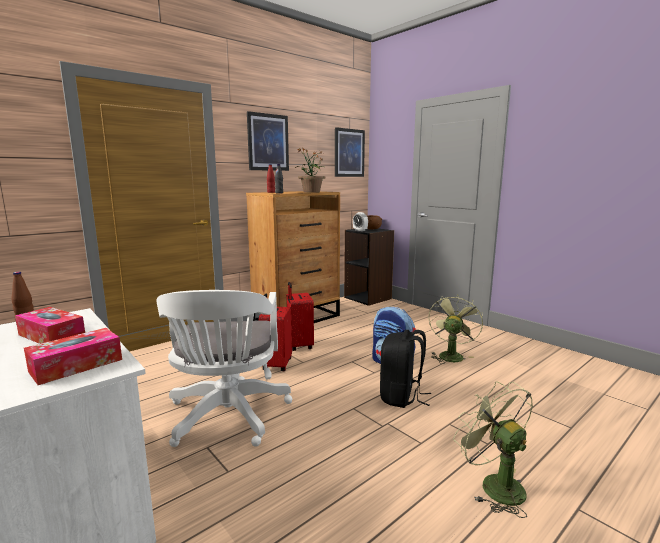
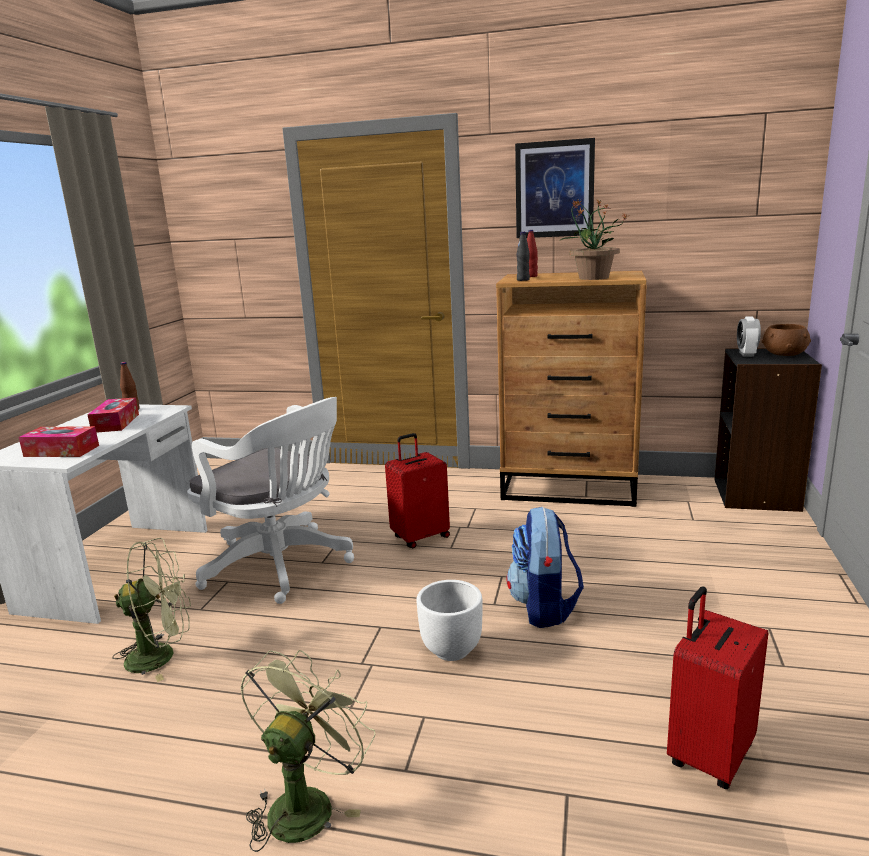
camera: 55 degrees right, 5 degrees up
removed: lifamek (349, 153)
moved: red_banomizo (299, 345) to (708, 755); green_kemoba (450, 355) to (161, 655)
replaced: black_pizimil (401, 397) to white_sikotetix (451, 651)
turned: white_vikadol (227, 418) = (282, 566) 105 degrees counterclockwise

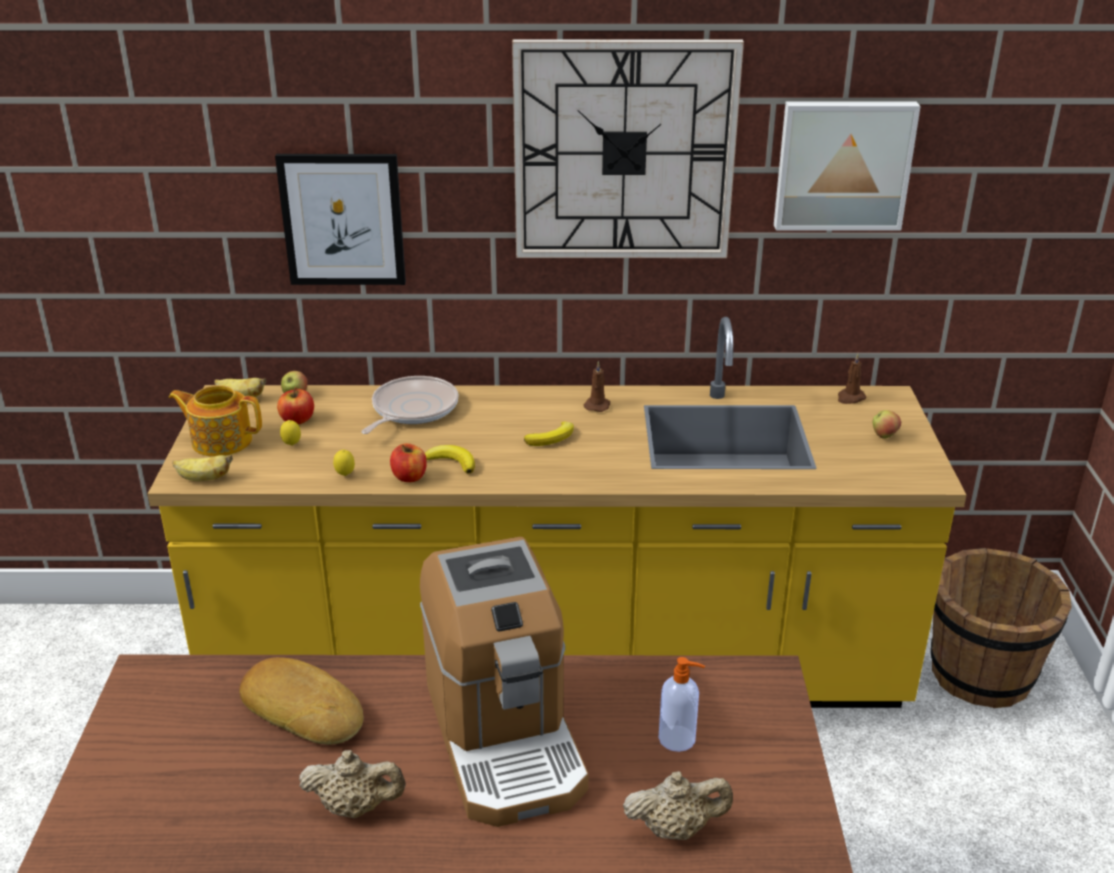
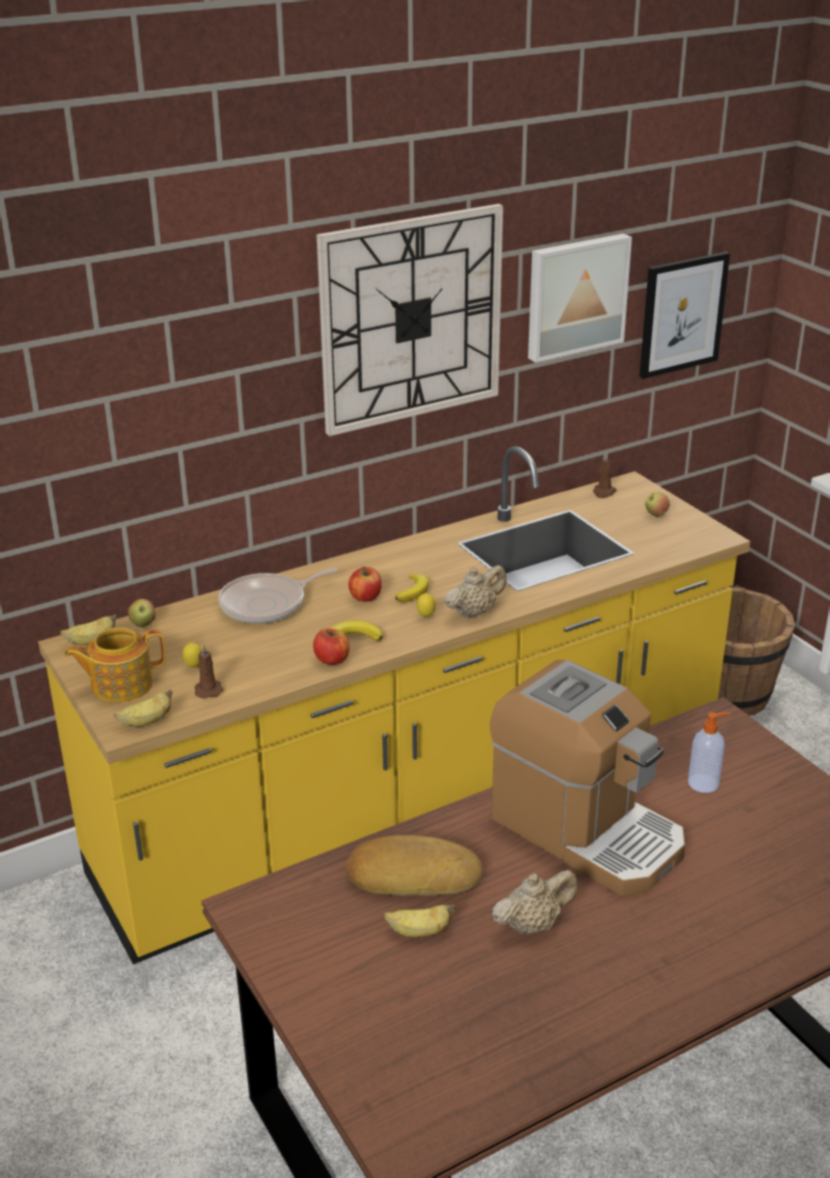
camera: 30 degrees left, 0 degrees up
added: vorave (419, 932)
moved: lifamek (342, 219) to (682, 314); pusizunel (297, 420) to (365, 597); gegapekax (345, 475) to (426, 616); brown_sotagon (597, 405) to (208, 689); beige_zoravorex (675, 828) to (474, 612)
turned: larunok (412, 410) = (267, 604) 120 degrees counterclockwise

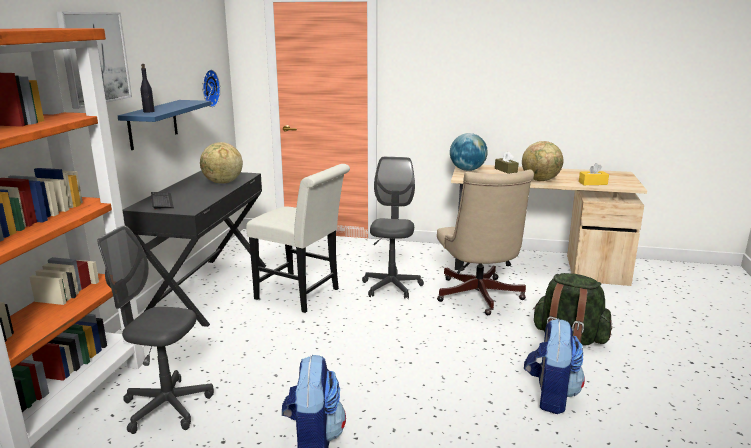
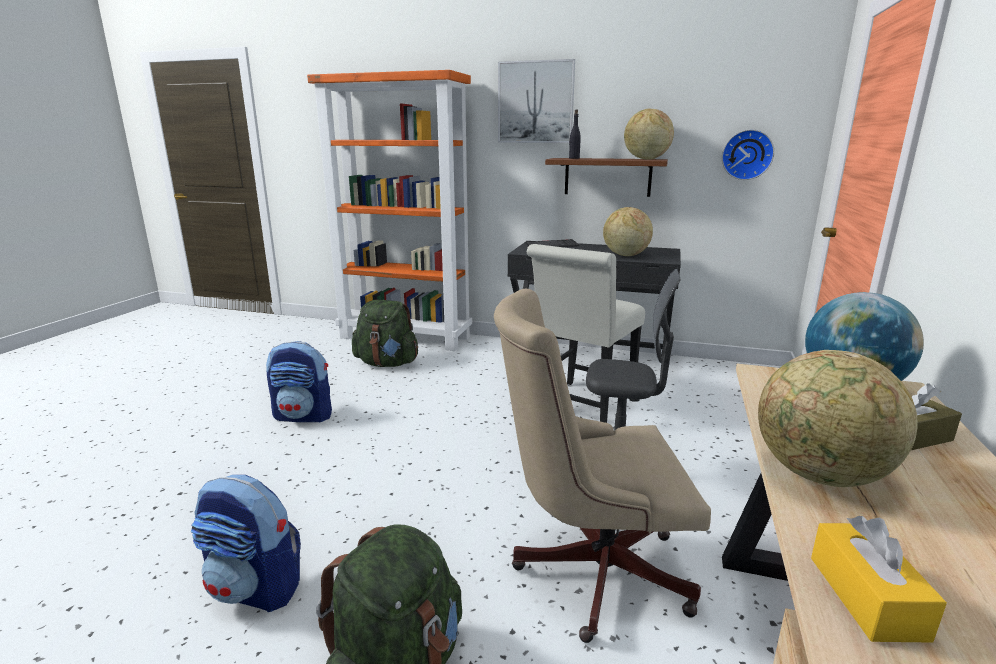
camera: 95 degrees right, 0 degrees up
added: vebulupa (646, 159)
replaced: grey_vikadol (167, 407) to green_pizimil (387, 363)
recoloured: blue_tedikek (153, 124) to brown_tedikek (607, 177)

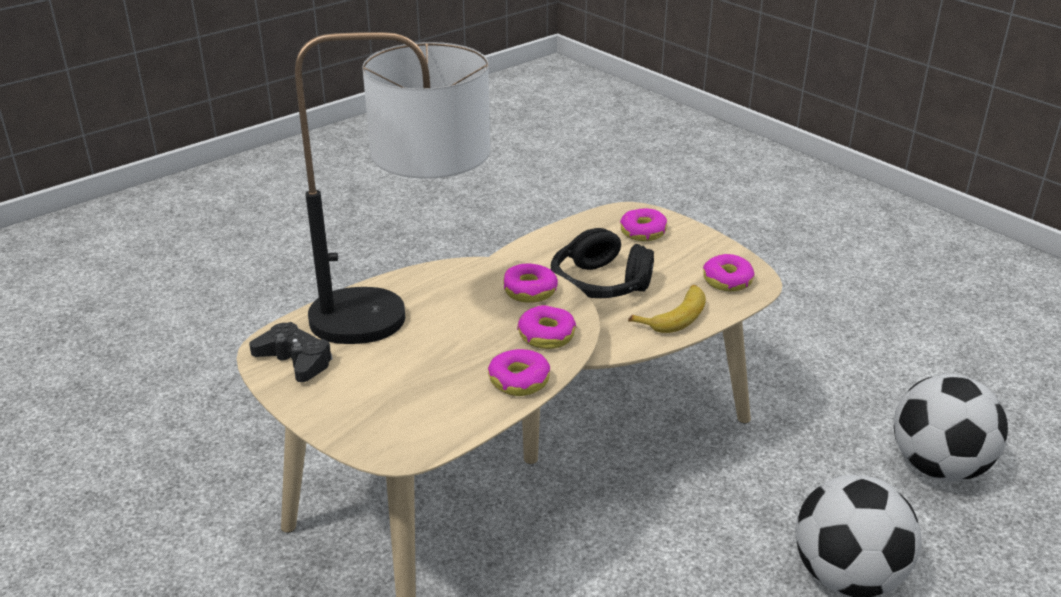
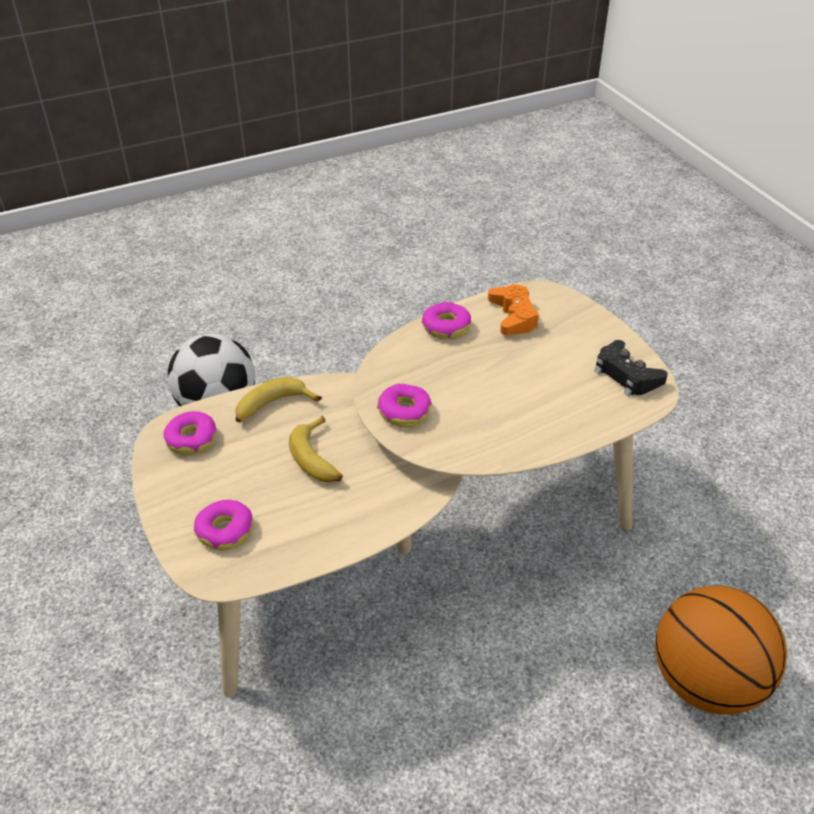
camera: 165 degrees left, 10 degrees up
removed: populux (405, 317); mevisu (546, 335); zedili (938, 467)
added: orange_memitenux (513, 316); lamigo (706, 682)
replaced: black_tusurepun (599, 285) to vorave (320, 458)

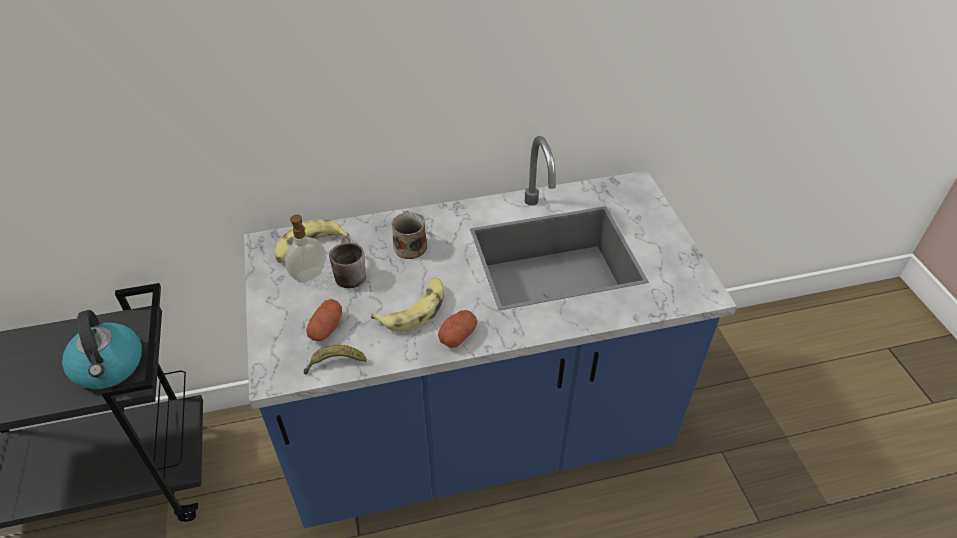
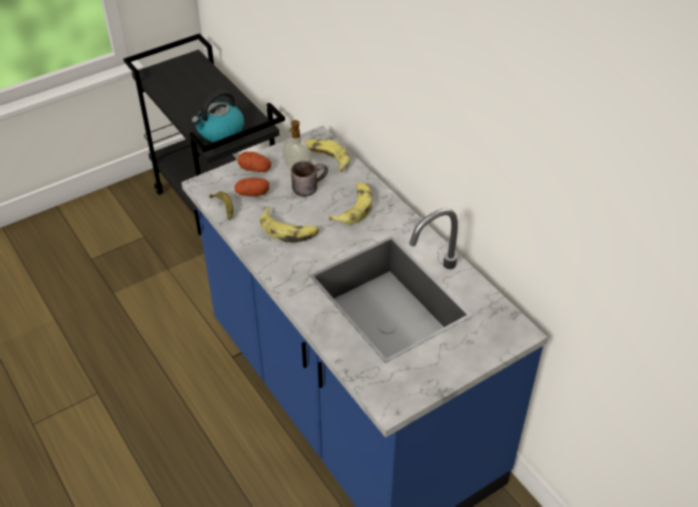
camera: 70 degrees right, 0 degrees up
moved: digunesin (458, 335) to (255, 169)
replaced: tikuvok (409, 245) to vorave (353, 208)

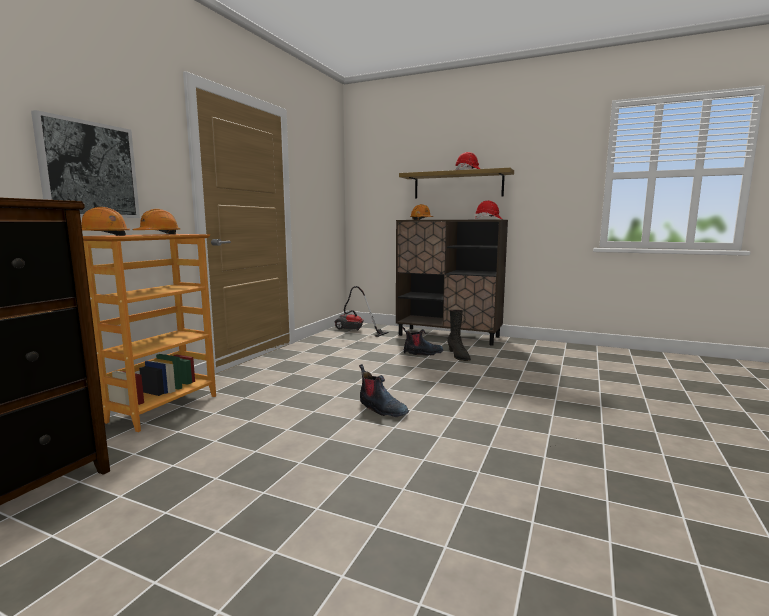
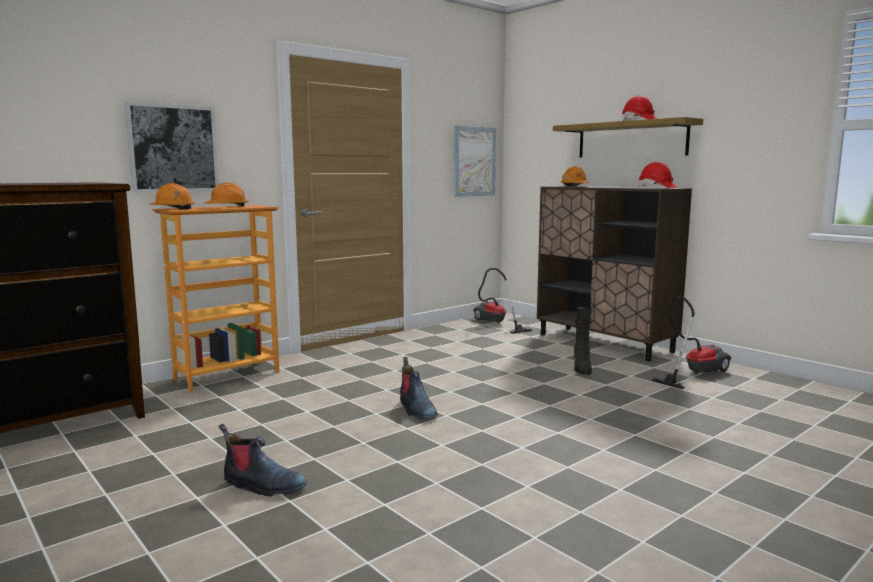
camera: 25 degrees right, 0 degrees up
added: lifamek (474, 161); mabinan (694, 373)
moved: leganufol (422, 353) to (262, 486)

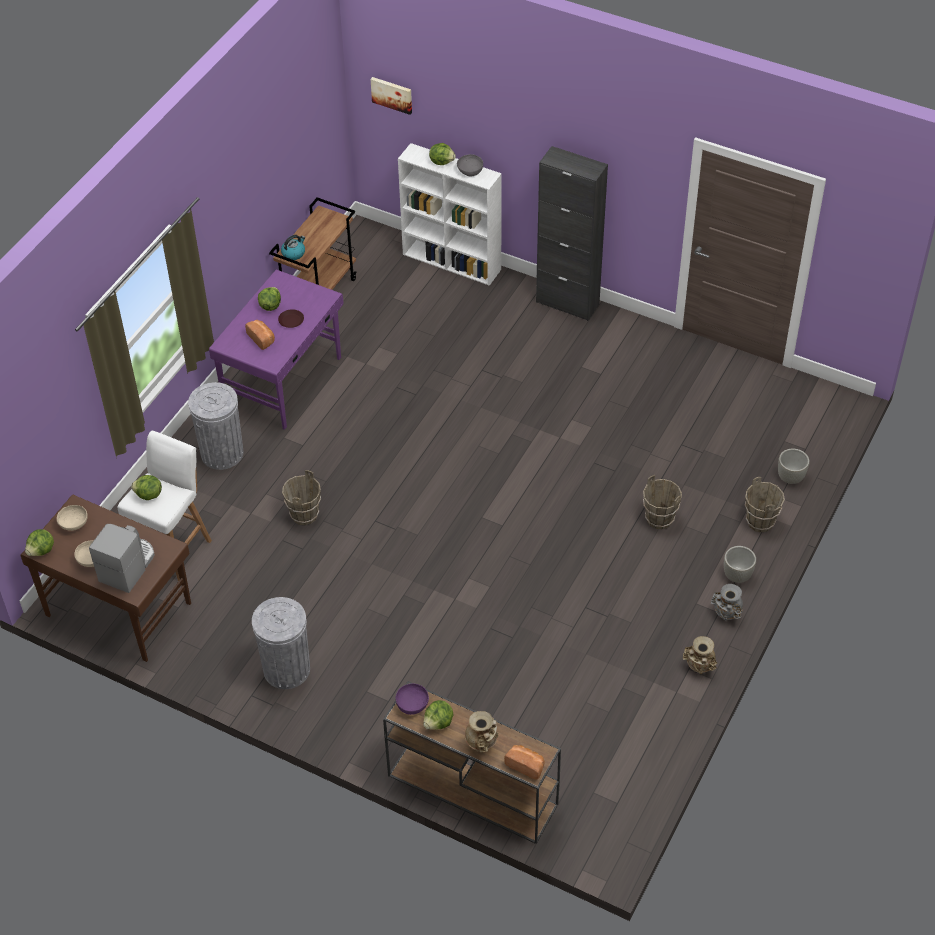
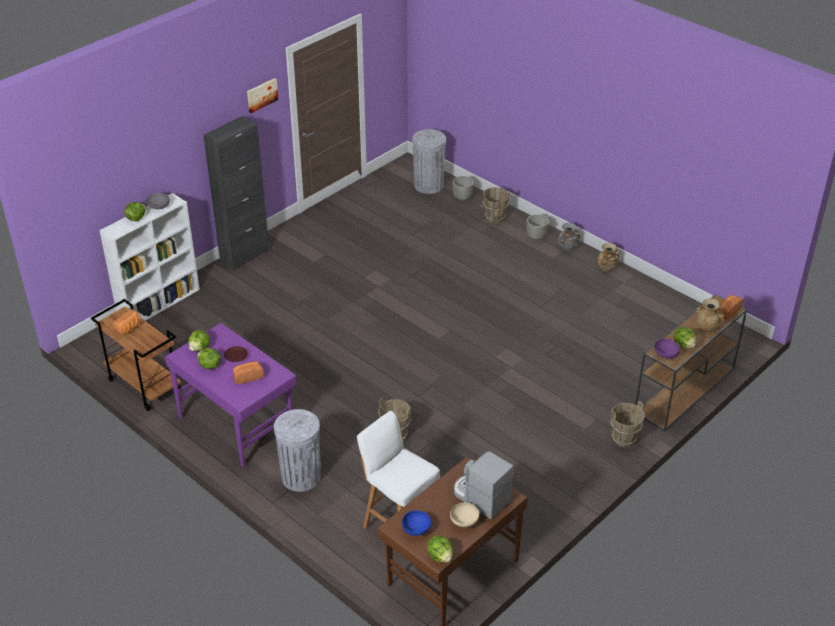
camera: 75 degrees left, 10 degrees down
removed: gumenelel (293, 253)
added: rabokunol (129, 328)
moved: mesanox (148, 495) to (200, 348); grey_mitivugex (286, 669) to (429, 185); lifamek (392, 94) to (261, 95); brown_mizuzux (659, 519) to (624, 439)
recoloured: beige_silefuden (74, 524) to blue_silefuden (416, 529)

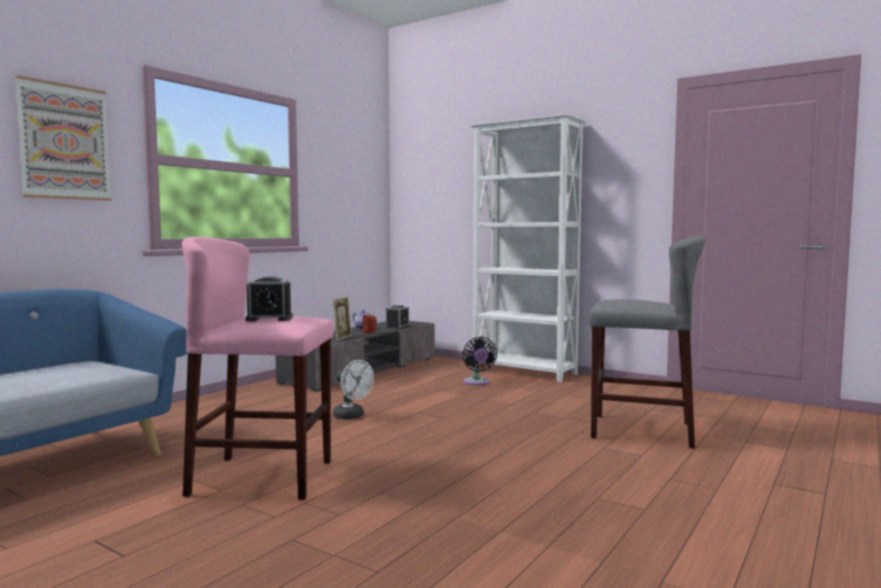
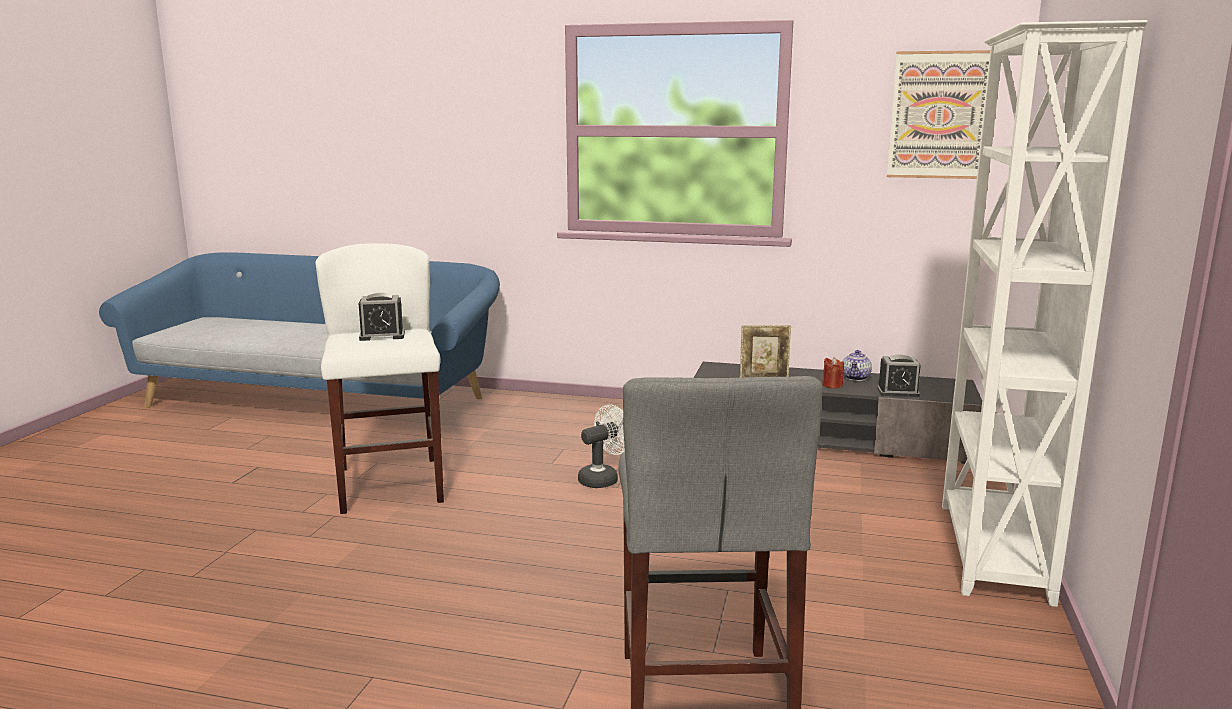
camera: 70 degrees right, 10 degrees up
removed: black_kemoba (477, 383)
moved: lifamek (64, 142) to (938, 115)
recoloured: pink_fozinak (262, 478) to white_fozinak (390, 485)
turned: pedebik (269, 318) = (382, 336) 75 degrees counterclockwise; white_kemoba (352, 416) = (603, 479) 150 degrees counterclockwise

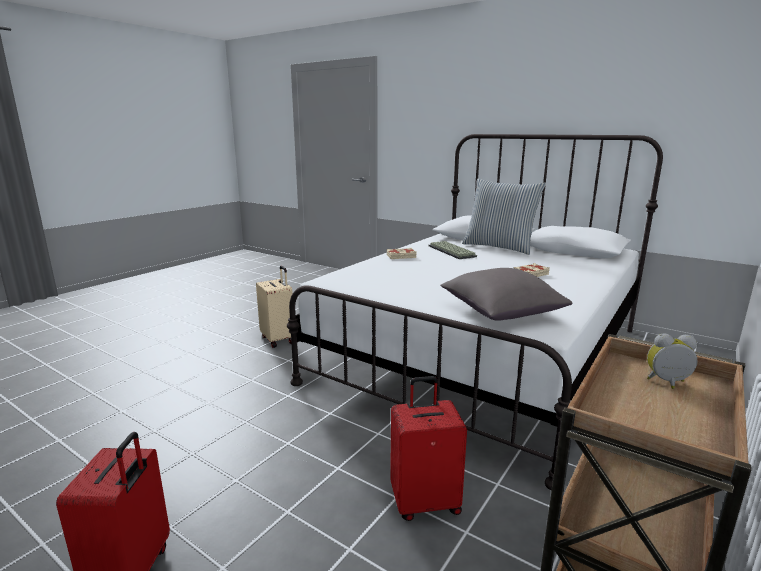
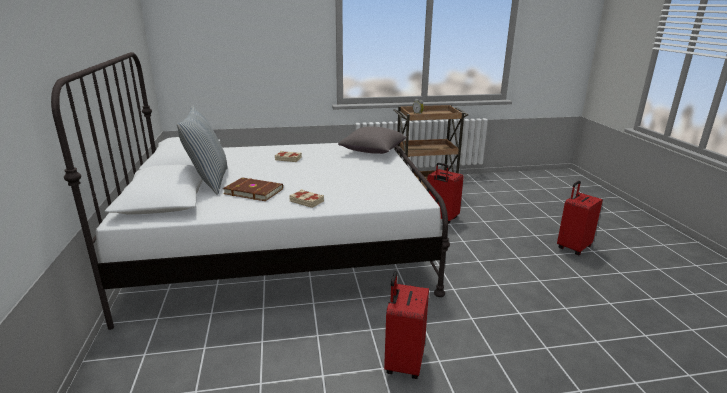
camera: 135 degrees left, 5 degrees up
replaced: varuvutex (452, 251) to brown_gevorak (254, 191)
recoloured: beige_banomizo (278, 339) to red_banomizo (403, 362)

